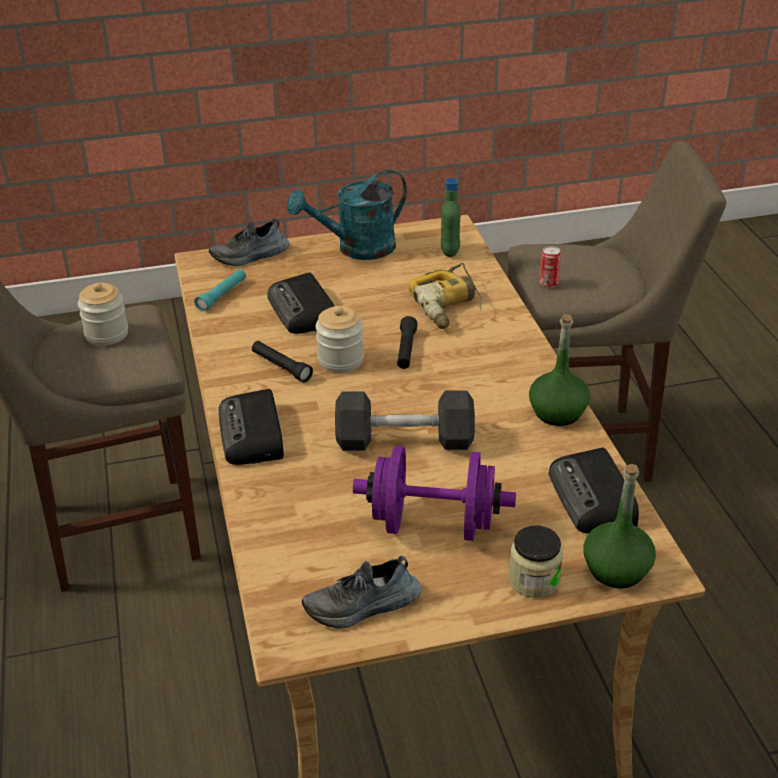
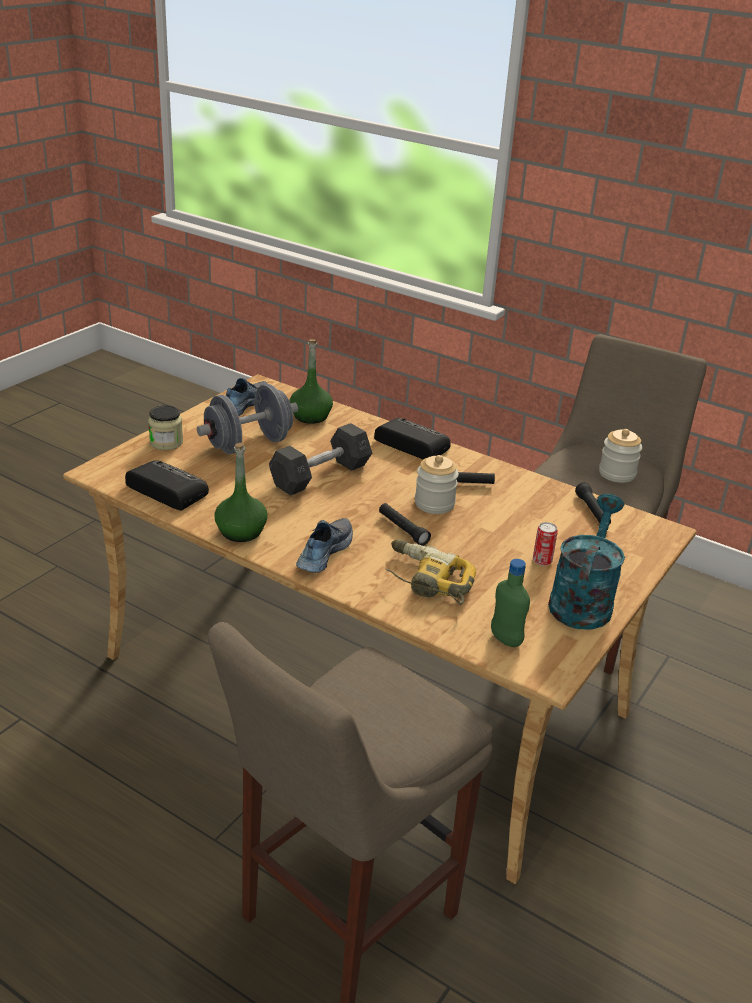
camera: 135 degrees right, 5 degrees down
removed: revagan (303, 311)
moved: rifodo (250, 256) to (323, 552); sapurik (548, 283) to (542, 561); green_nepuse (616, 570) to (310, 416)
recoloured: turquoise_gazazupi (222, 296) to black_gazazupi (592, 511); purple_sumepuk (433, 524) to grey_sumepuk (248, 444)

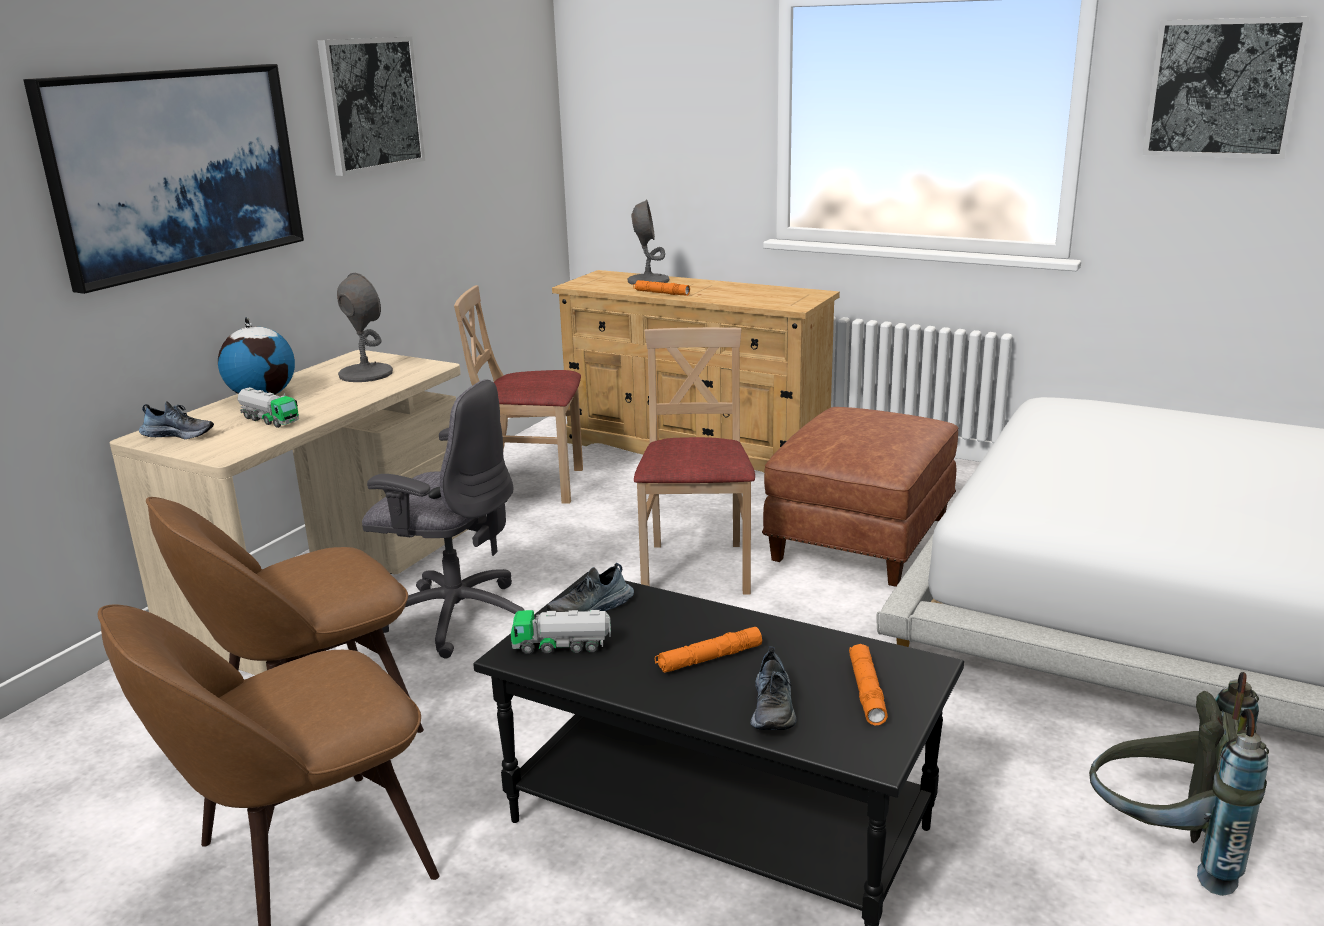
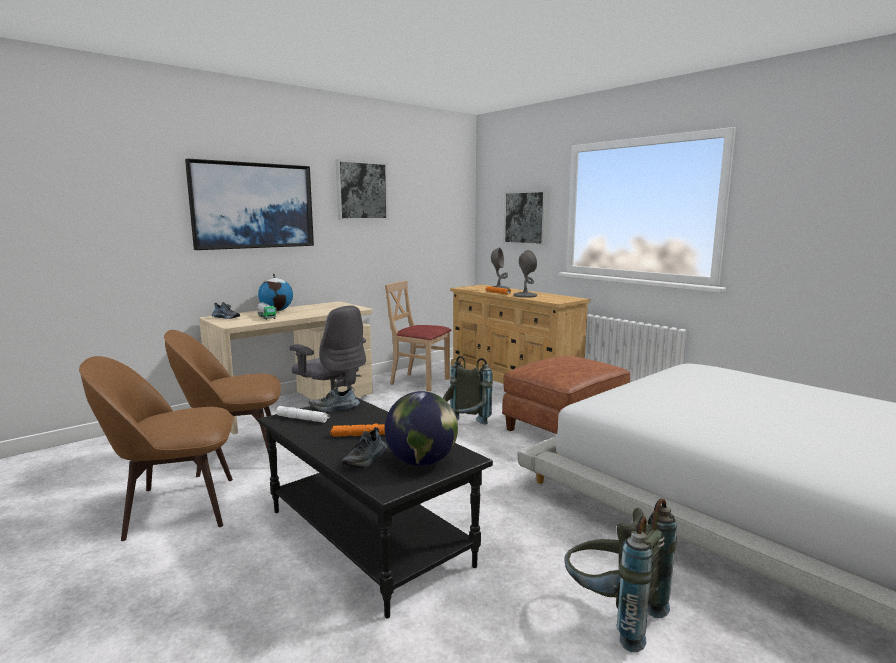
camera: 20 degrees right, 10 degrees down
moved: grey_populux (365, 374) to (525, 295); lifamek (1222, 88) to (525, 217)
replaced: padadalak (562, 646) to white_gazazupi (302, 419); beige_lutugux (696, 568) to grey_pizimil (465, 427); orange_gazazupi (867, 691) to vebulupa (421, 462)

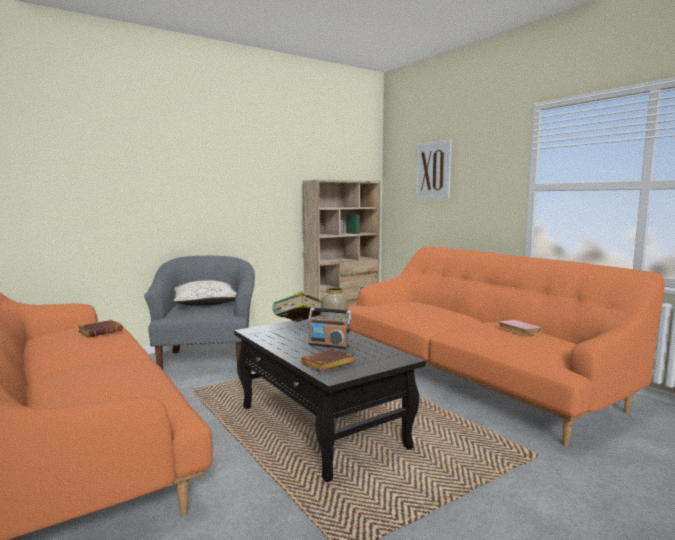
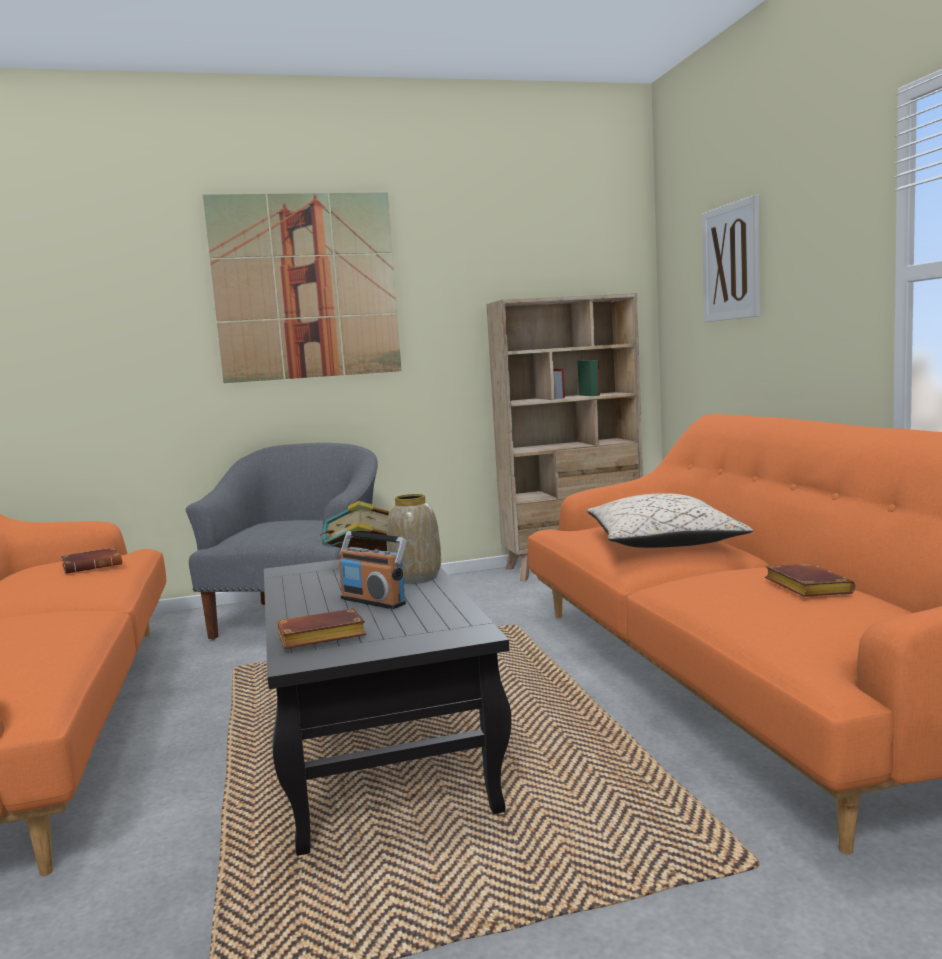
camera: 20 degrees right, 0 degrees up
added: lifamek (306, 287)
moved: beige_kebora (206, 303) to (663, 543)
recoloured: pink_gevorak (517, 331) to brown_gevorak (804, 587)

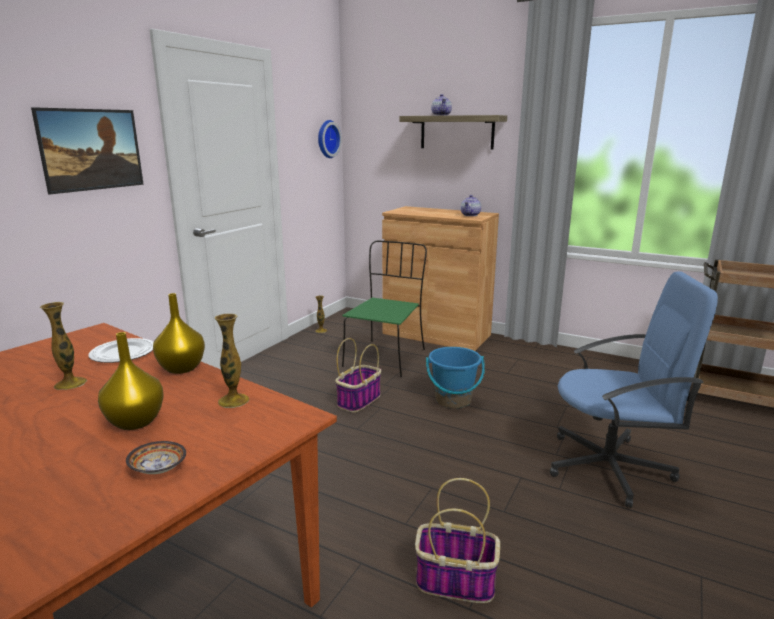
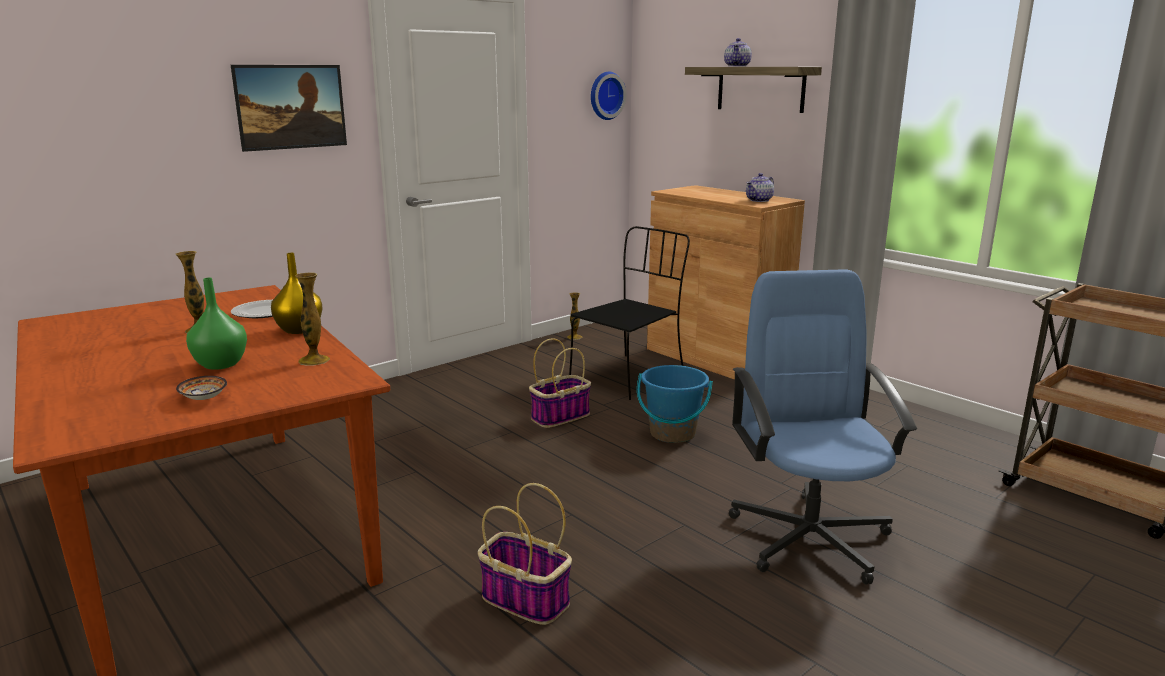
camera: 20 degrees right, 0 degrees up
recoloured: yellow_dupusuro (135, 421) to green_dupusuro (221, 364); green_lutugux (385, 357) to black_lutugux (629, 376)
turned: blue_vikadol (610, 467) = (809, 536) 120 degrees counterclockwise

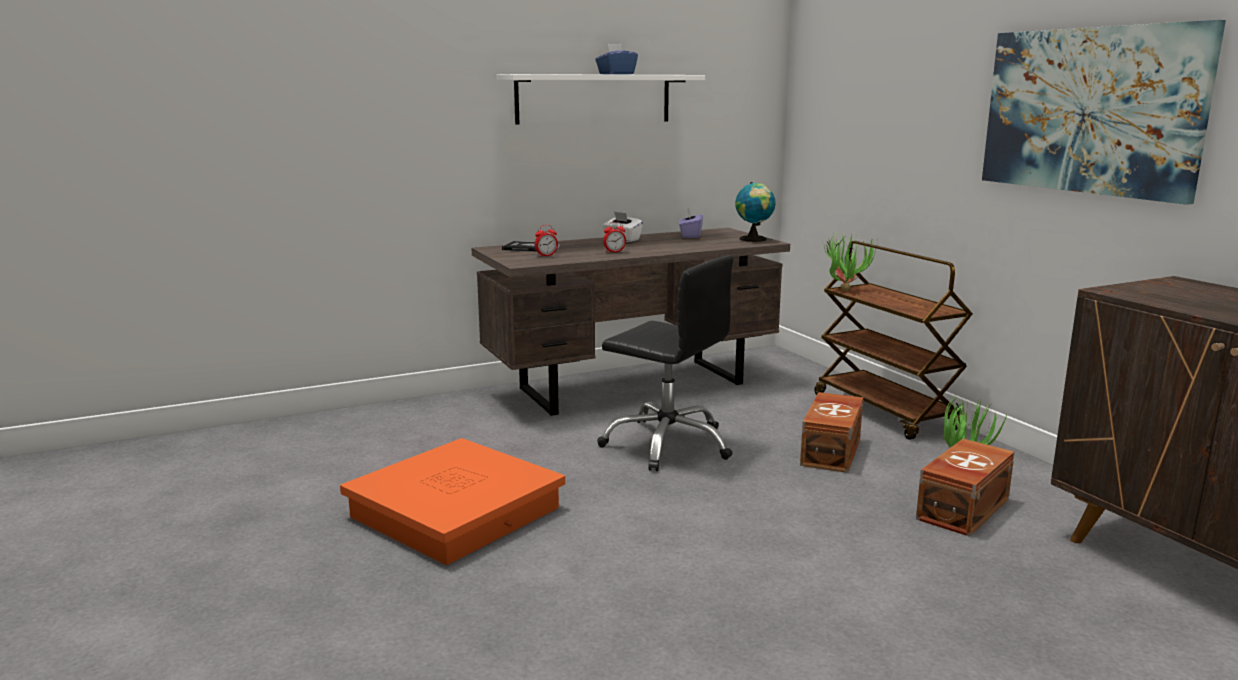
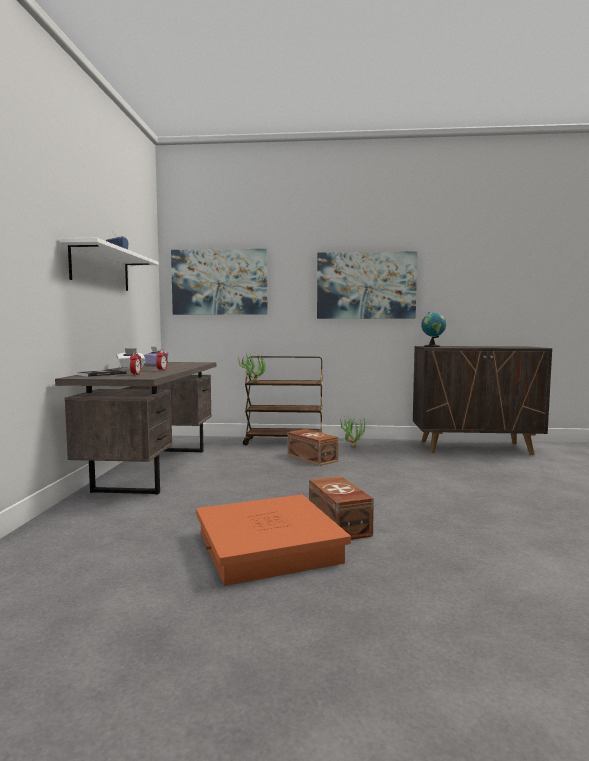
camera: 60 degrees left, 10 degrees down
removed: black_vikadol (668, 444)
added: lifamek (219, 282)
moved: vebulupa (754, 239) to (433, 346); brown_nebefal (961, 509) to (338, 524)

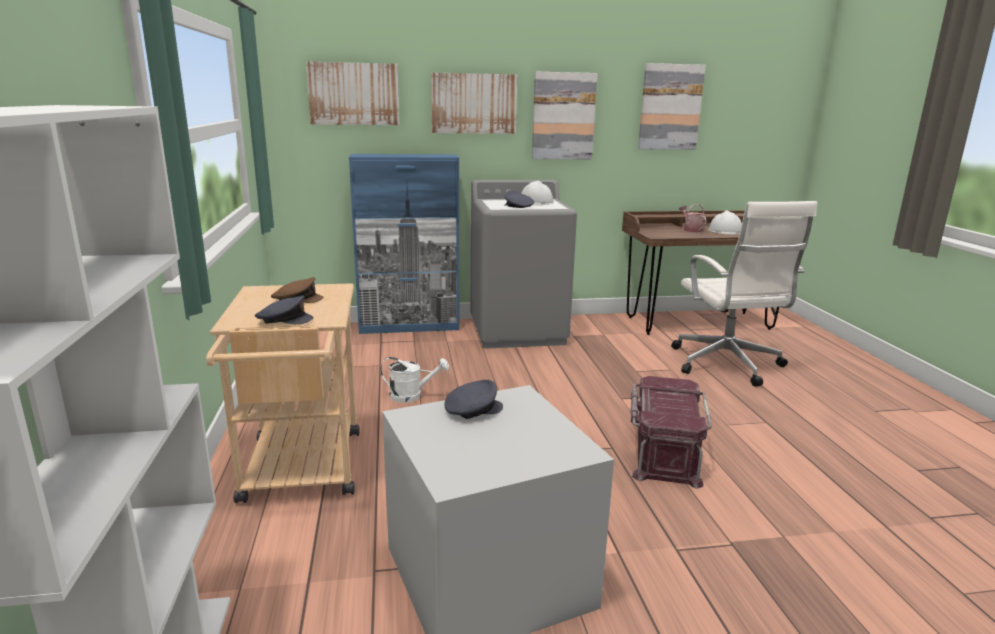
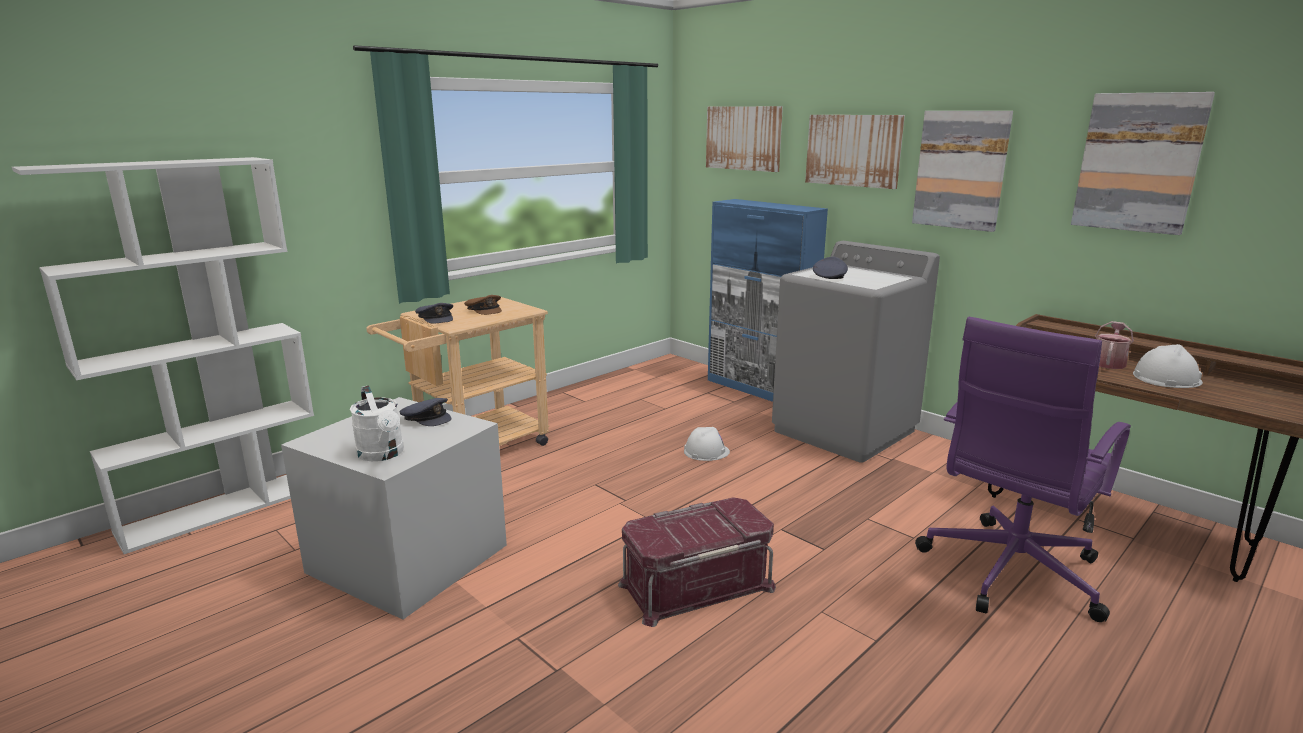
camera: 55 degrees right, 0 degrees up
moved: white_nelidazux (412, 396) to (383, 454); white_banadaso (536, 202) to (706, 451)
recoloured: white_vikadol (727, 364) to purple_vikadol (1009, 573)

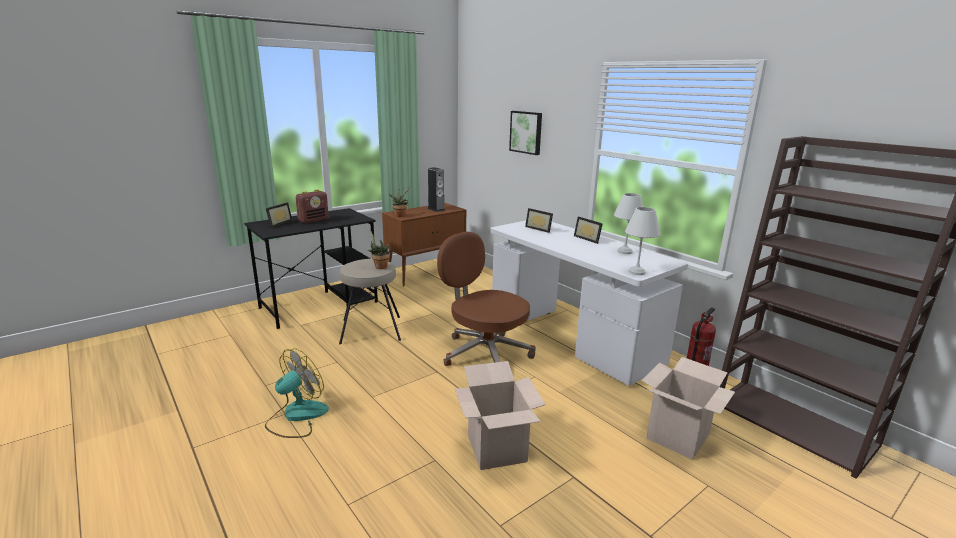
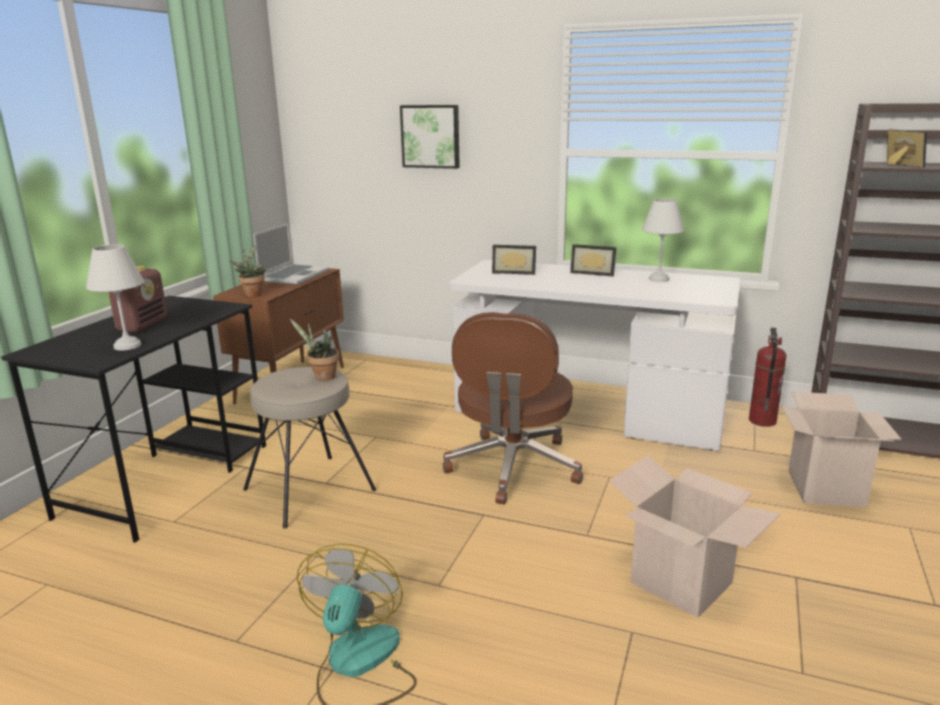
camera: 30 degrees left, 0 degrees up
moved: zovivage (278, 223) to (897, 165); white_populux (637, 272) to (129, 345)
replaced: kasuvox (436, 209) to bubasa (293, 276)
turned: brown_vikadol (484, 353) = (513, 468) 90 degrees counterclockwise

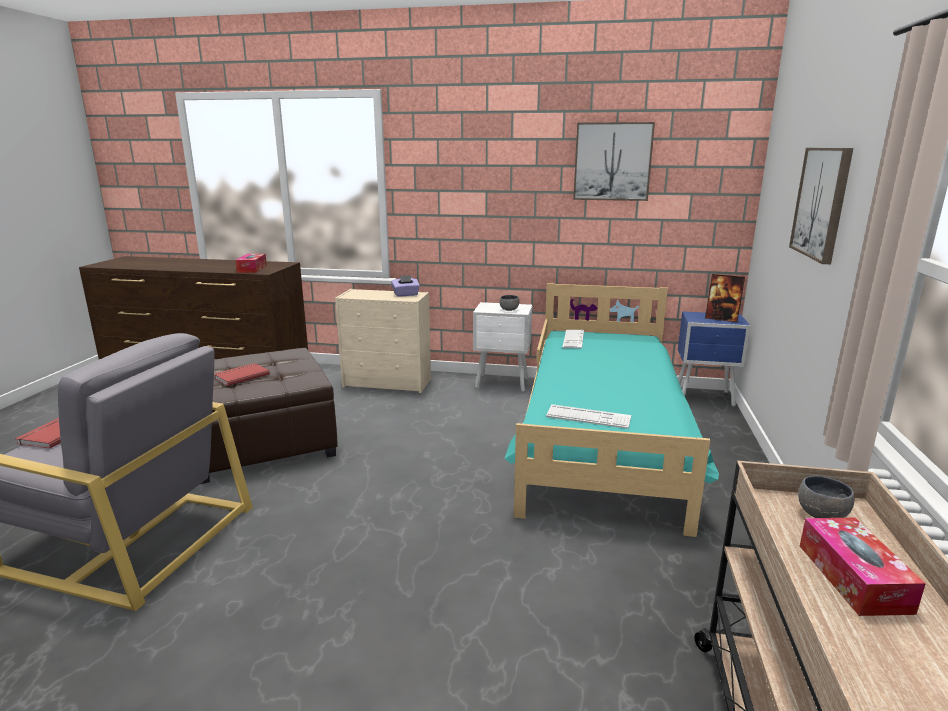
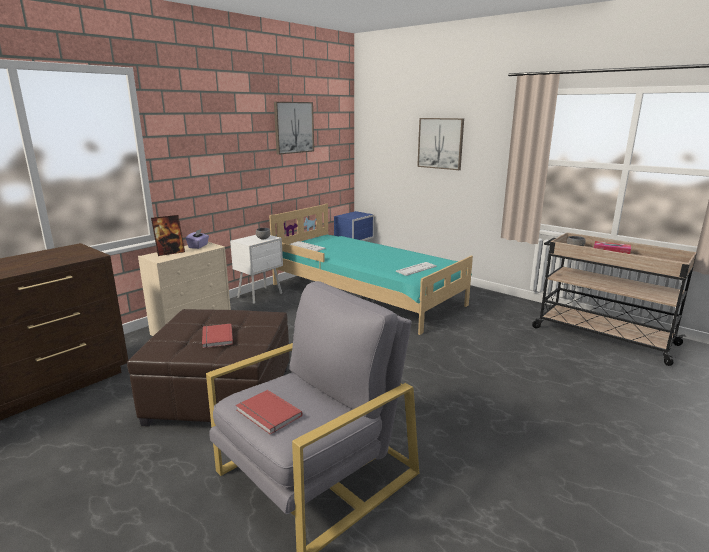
camera: 60 degrees left, 0 degrees up
removed: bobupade (252, 269)
moved: zovivage (721, 319) to (170, 253)

